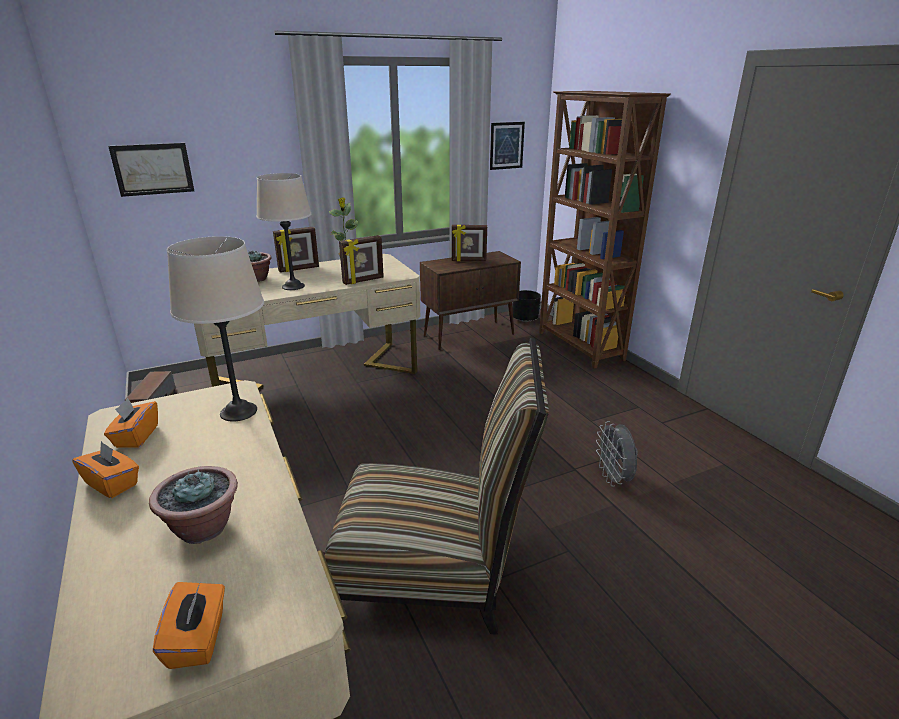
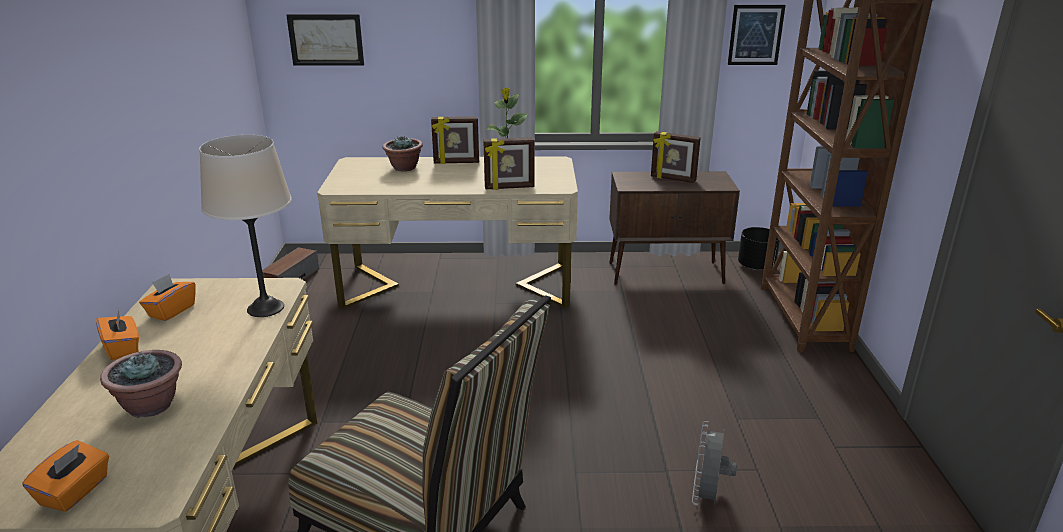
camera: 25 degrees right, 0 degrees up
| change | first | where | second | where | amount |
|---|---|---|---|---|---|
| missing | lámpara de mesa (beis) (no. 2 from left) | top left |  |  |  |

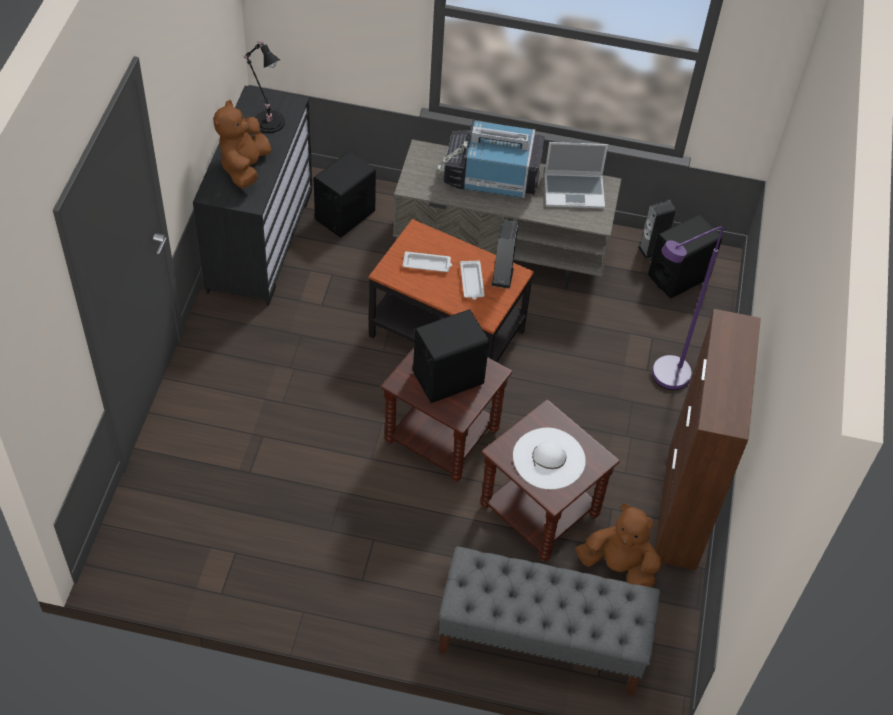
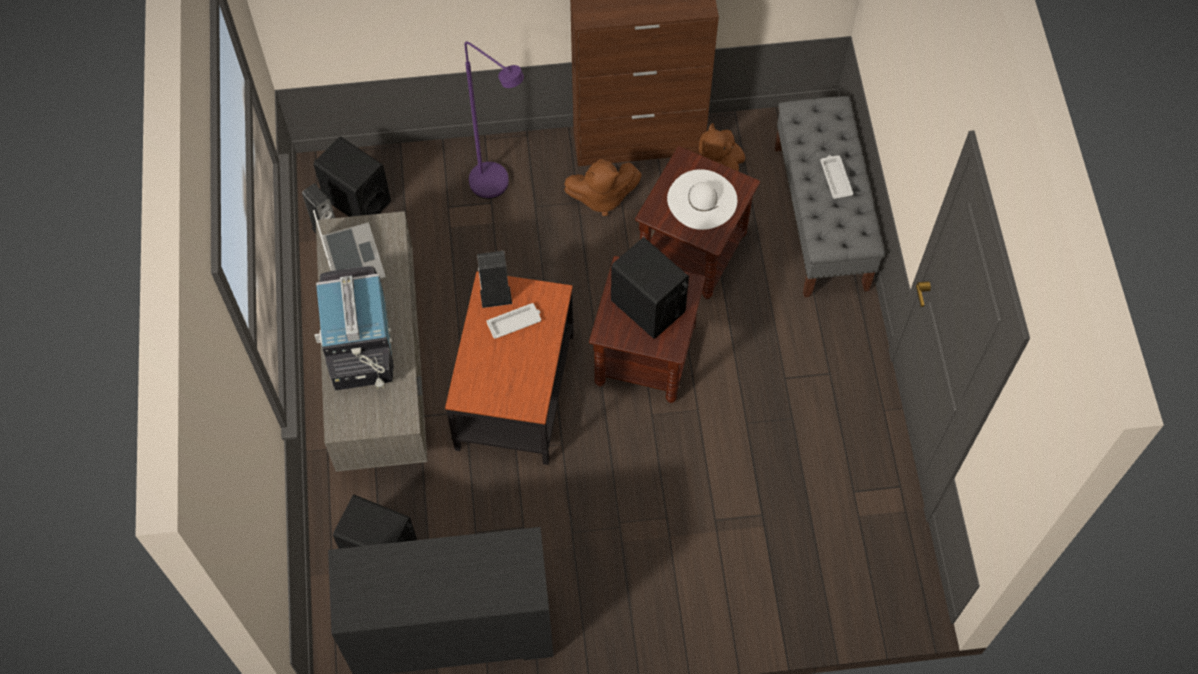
camera: 105 degrees left, 10 degrees up
| change | first | where | second | where | amount |
|---|---|---|---|---|---|
| relocated | peluche (marrón) (no. 1 from left) | top left |  | top centre |  |
| missing | lámpara de mesa (negro) | top left |  |  |  |
| relocated | bandeja (blanco) (no. 1 from left in the first image) | centre | bandeja (blanco) (no. 2 from left) | top right |  |

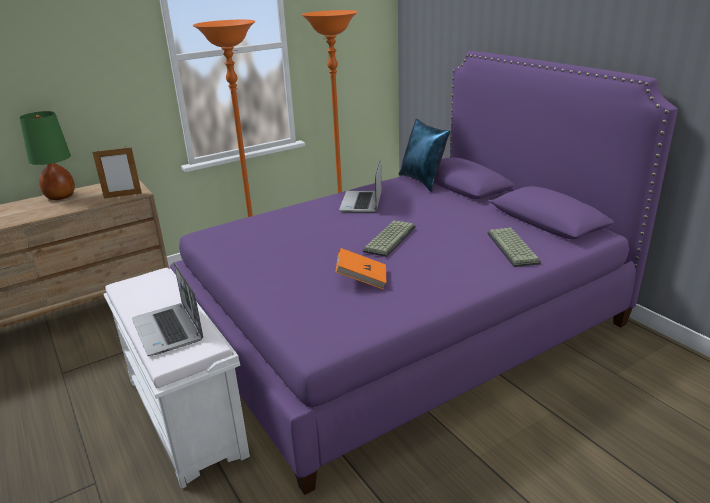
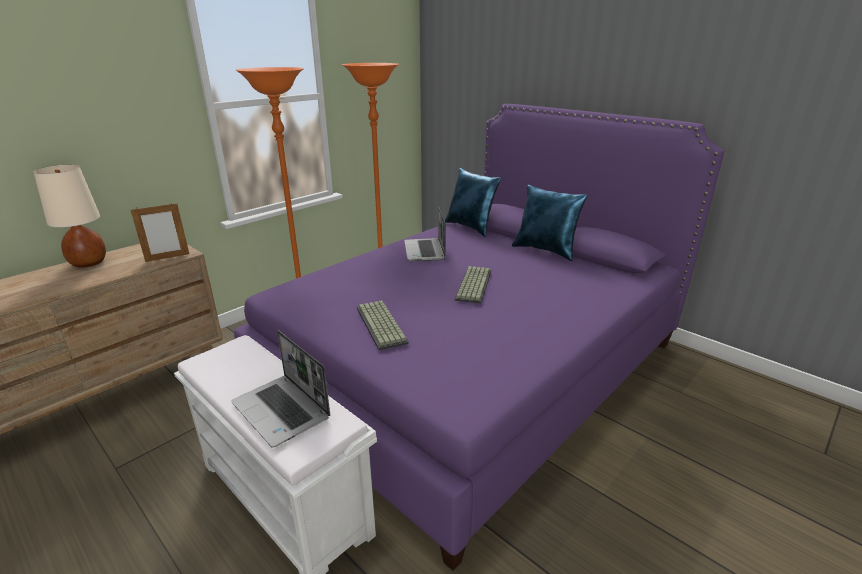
camera: 15 degrees left, 0 degrees up
| change | first | where | second | where | amount |
|---|---|---|---|---|---|
| colour | lámpara de mesa (verde) | top left | lámpara de mesa (beis) | middle left |  |
| missing | libro (naranja) | centre |  |  |  |
| relocated | teclado (no. 2 from left in the first image) | middle right | teclado (no. 1 from left) | centre |  |
| appeared |  |  | cojín (azul) (no. 2 from left) | centre |  |

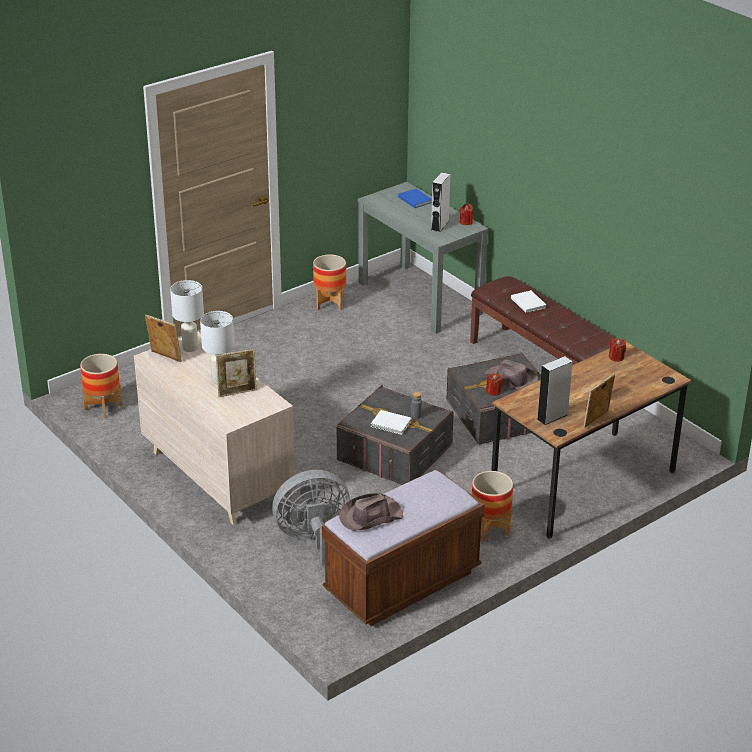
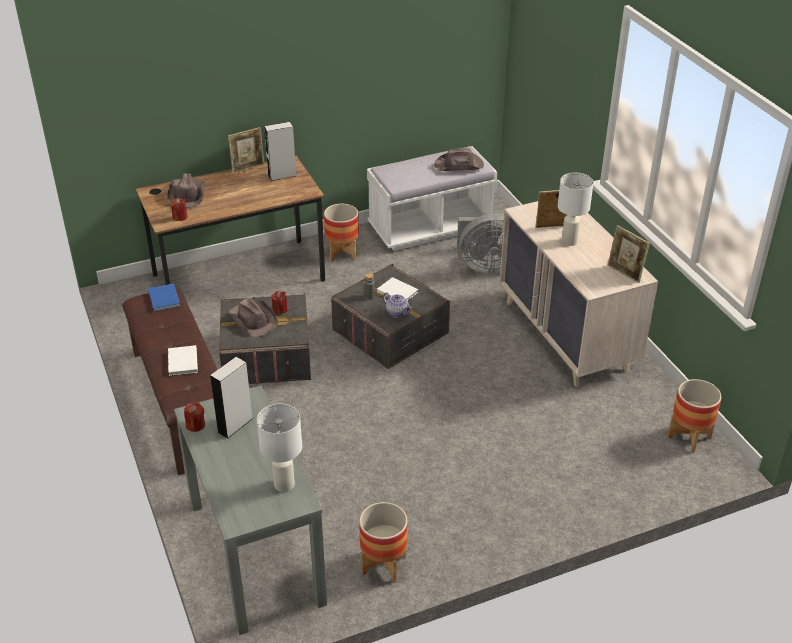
camera: 165 degrees left, 5 degrees up
| change | first | where | second | where | amount |
|---|---|---|---|---|---|
| relocated | lámpara de mesa (blanco) (no. 1 from left) | middle left |  | bottom centre |  |
| colour | banco (marrón) (no. 1 from left) | bottom centre | banco (blanco) | top centre |  |
| relocated | libro (azul) | top centre |  | middle left |  |
| appeared |  |  | sombrero (marrón) (no. 1 from left) | top left |  |
| appeared |  |  | tetera | centre |  |

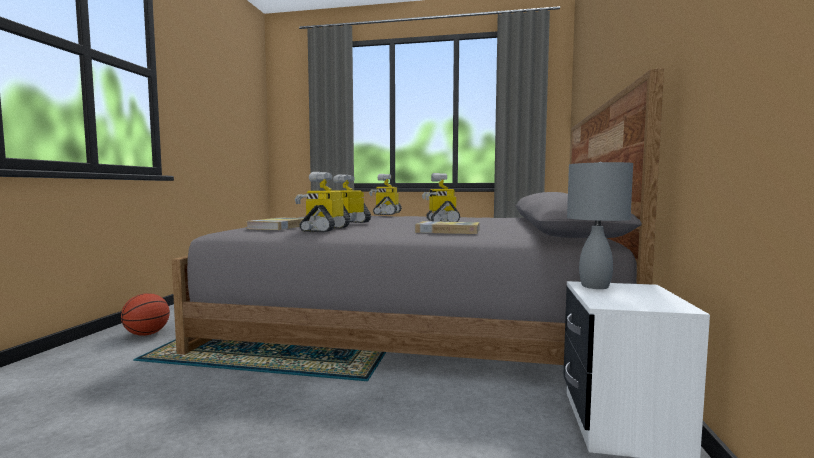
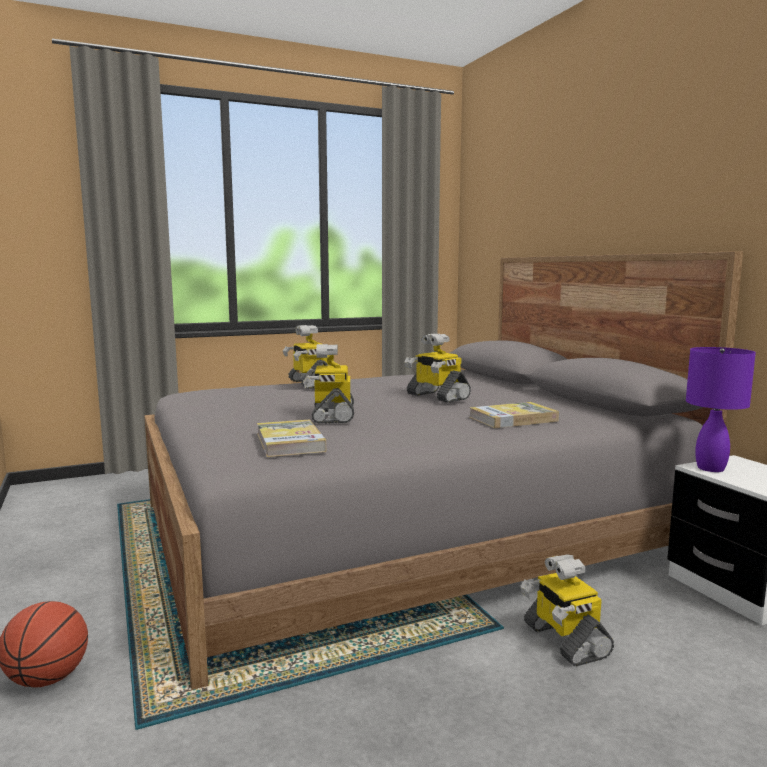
camera: 35 degrees left, 5 degrees up
| change | first | where | second | where | amount |
|---|---|---|---|---|---|
| relocated | robot de juguete (no. 1 from left in the first image) | centre | robot de juguete (no. 4 from left) | bottom right |  |
| colour | lámpara de mesa (gris) | middle right | lámpara de mesa (morado) | middle right |  |

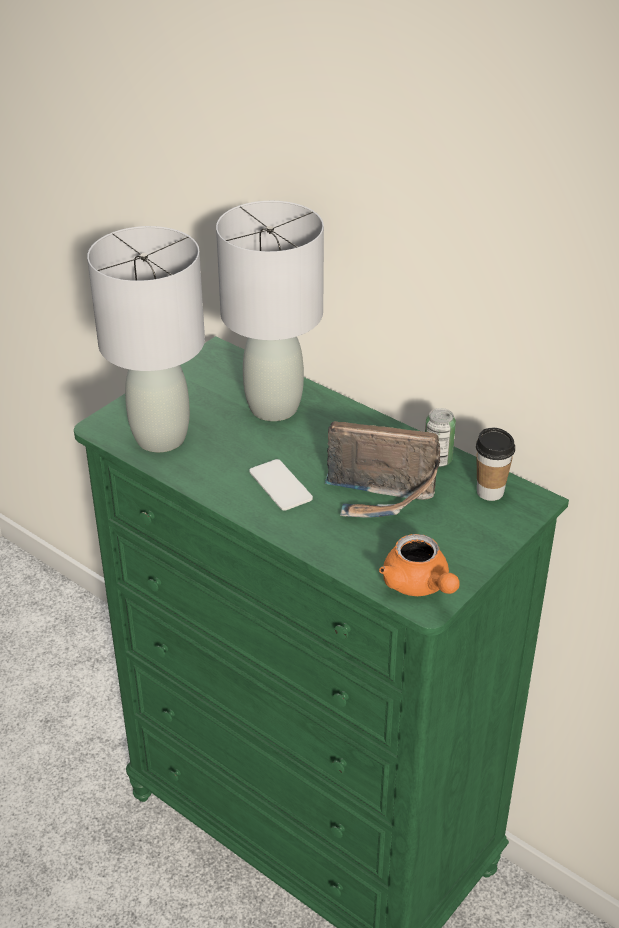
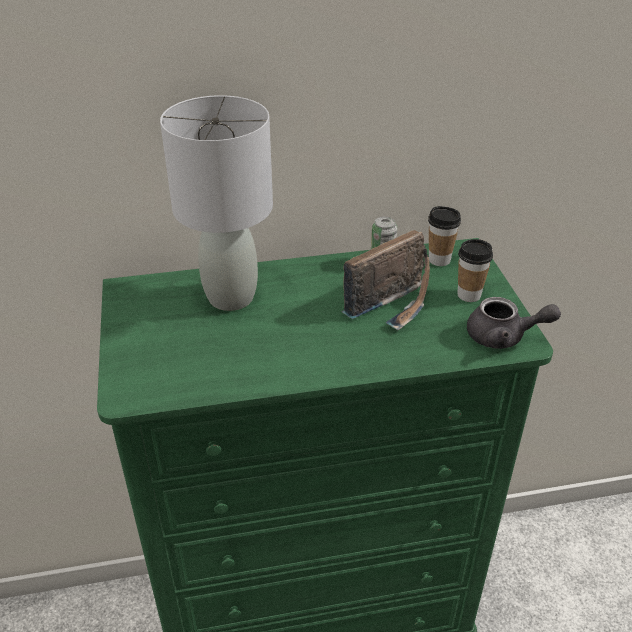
camera: 50 degrees left, 0 degrees up
| change | first | where | second | where | amount |
|---|---|---|---|---|---|
| missing | lámpara de mesa (gris) (no. 1 from left) | middle left |  |  |  |
| missing | móvil | centre |  |  |  |
| colour | tetera (naranja) | middle right | tetera (gris) | middle right |  |
| appeared |  |  | taza (no. 2 from left) | middle right |  |

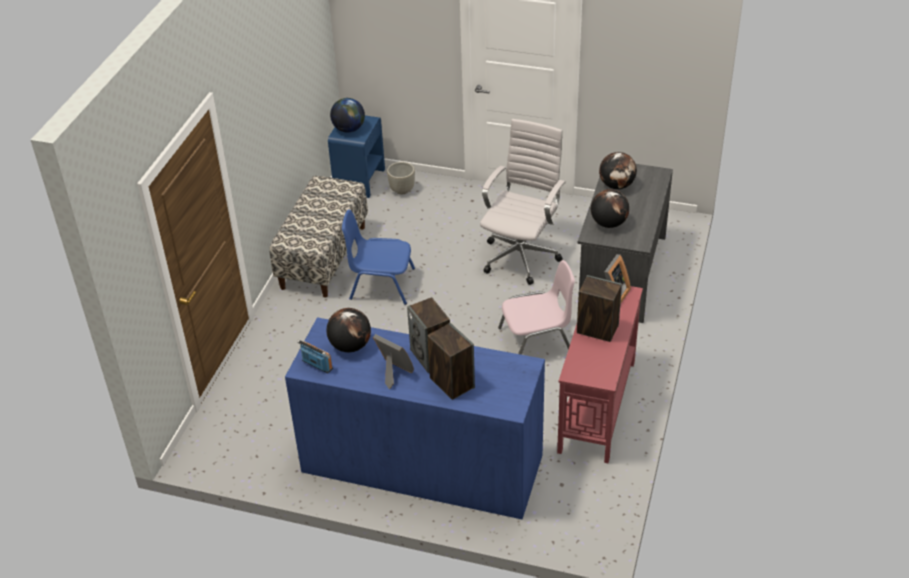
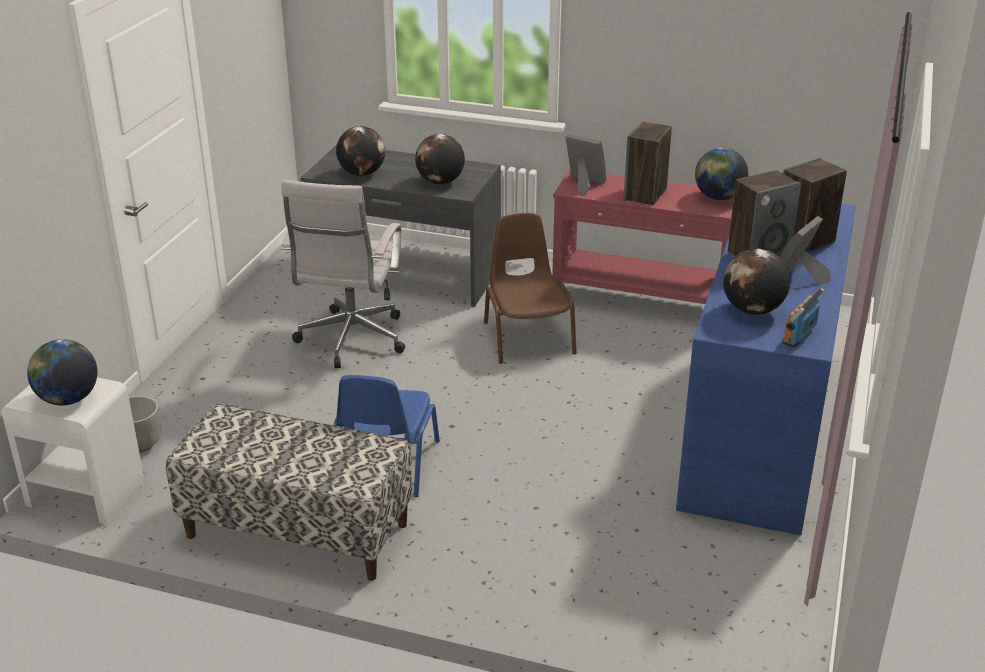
camera: 90 degrees left, 10 degrees down
| change | first | where | second | where | amount |
|---|---|---|---|---|---|
| colour | mesita de noche (azul) | top centre | mesita de noche (blanco) | bottom left |  |
| spun | silla de oficina (blanco) | centre |  | centre | 105 degrees counterclockwise |
| colour | silla (rosa) | centre | silla (marrón) | centre |  |
| appeared |  |  | globo terráqueo (no. 4 from left) | top right |  |

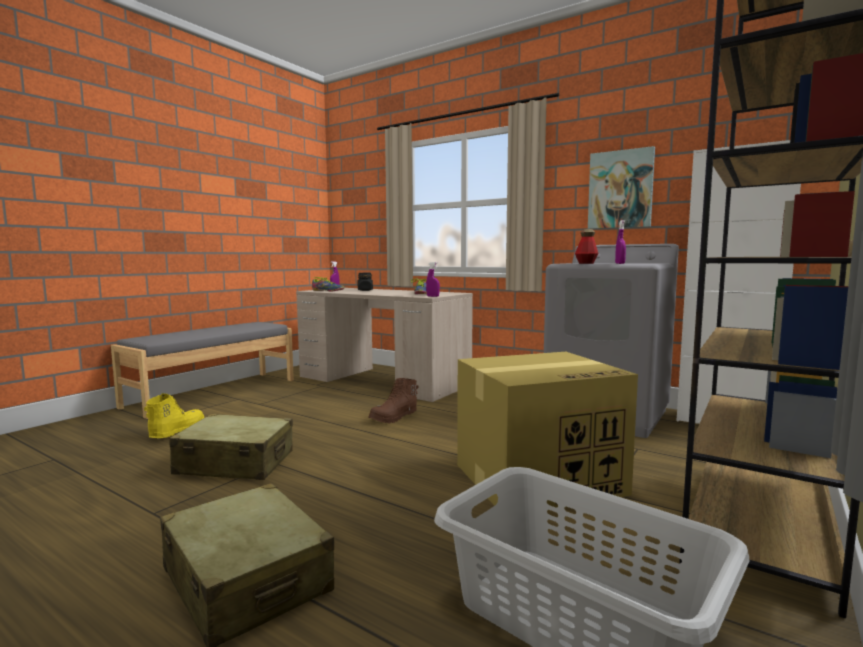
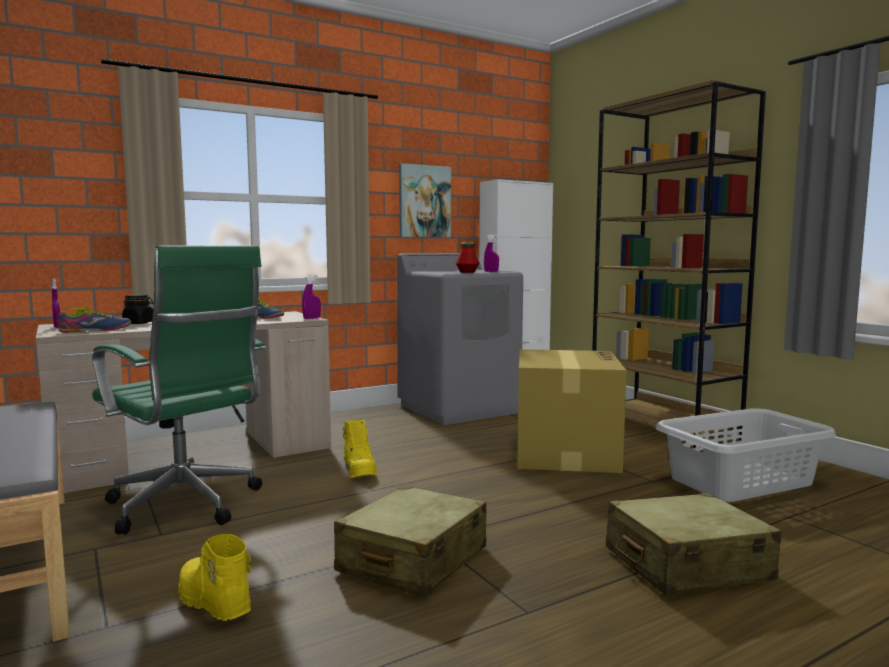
camera: 65 degrees left, 0 degrees up
| change | first | where | second | where | amount |
|---|---|---|---|---|---|
| colour | bota (marrón) | centre | bota (amarillo) (no. 2 from left) | bottom centre |  |
| appeared |  |  | silla de oficina (verde) | middle left |  |

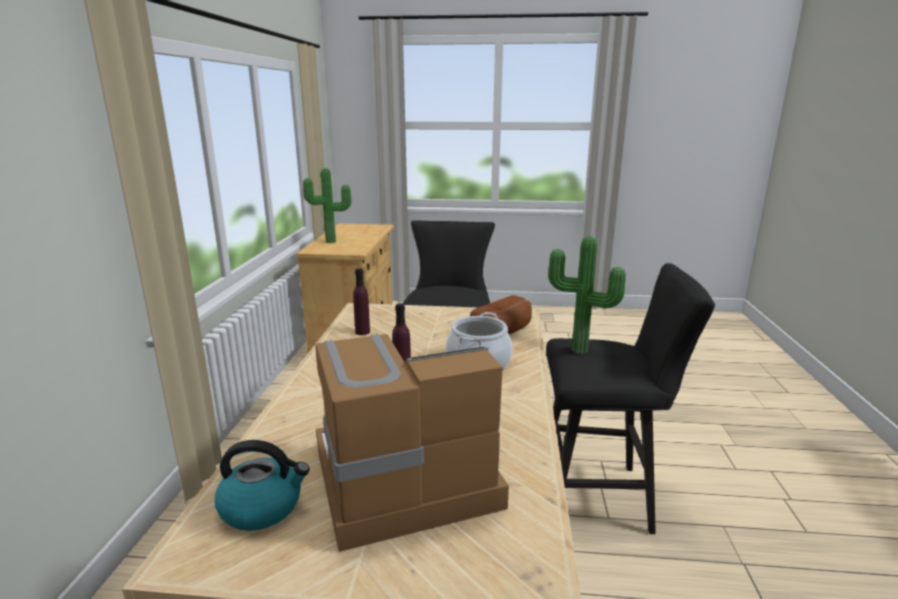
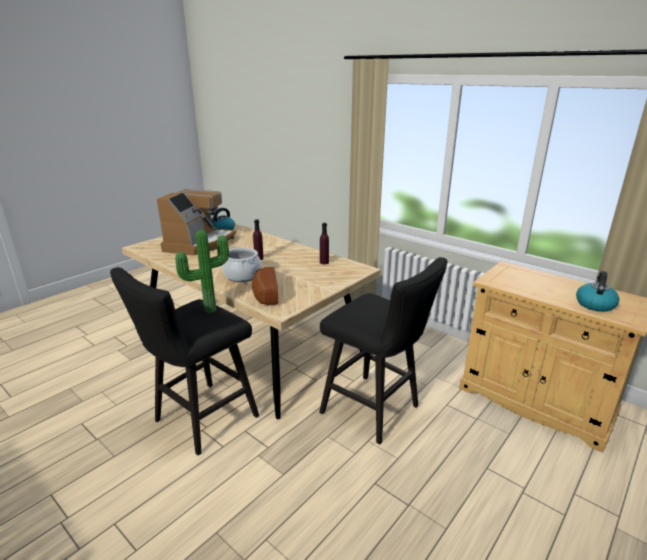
camera: 125 degrees right, 5 degrees up
| change | first | where | second | where | amount |
|---|---|---|---|---|---|
| missing | planta en maceta (no. 1 from left) | centre |  |  |  |
| appeared |  |  | hervidor (no. 2 from left) | middle right |  |

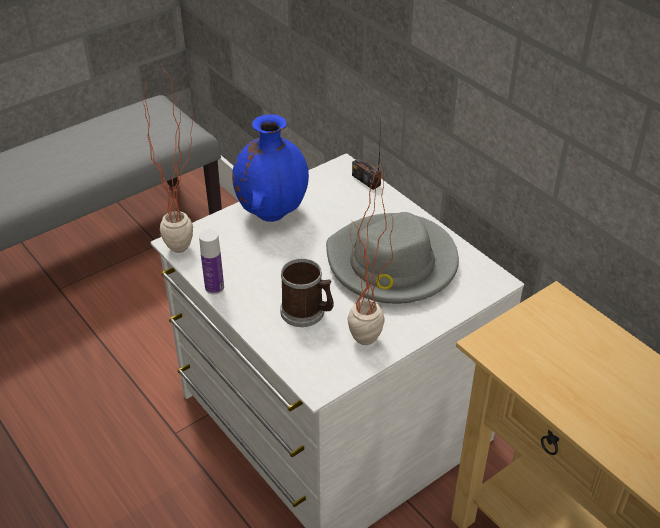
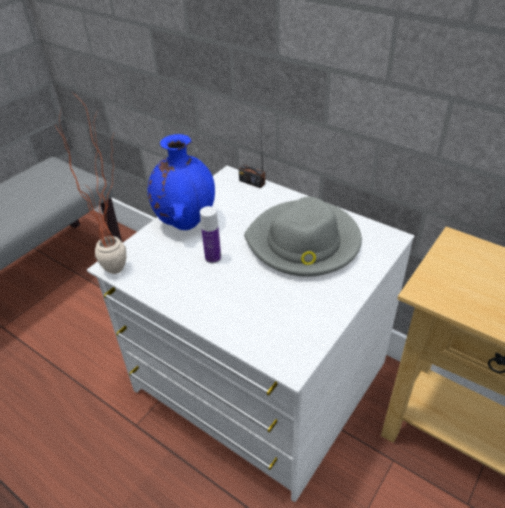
camera: 15 degrees left, 0 degrees up
| change | first | where | second | where | amount |
|---|---|---|---|---|---|
| relocated | botella | middle left |  | centre |  |
| missing | taza grande | centre |  |  |  |
| missing | planta en maceta (no. 2 from left) | centre |  |  |  |

